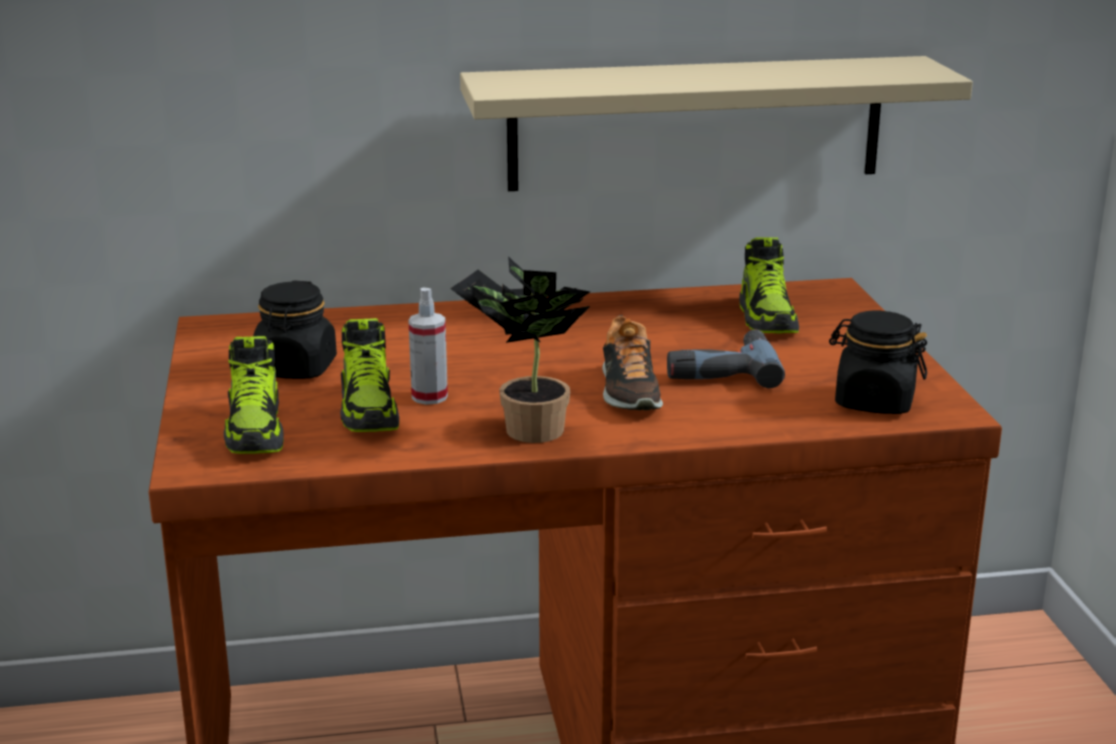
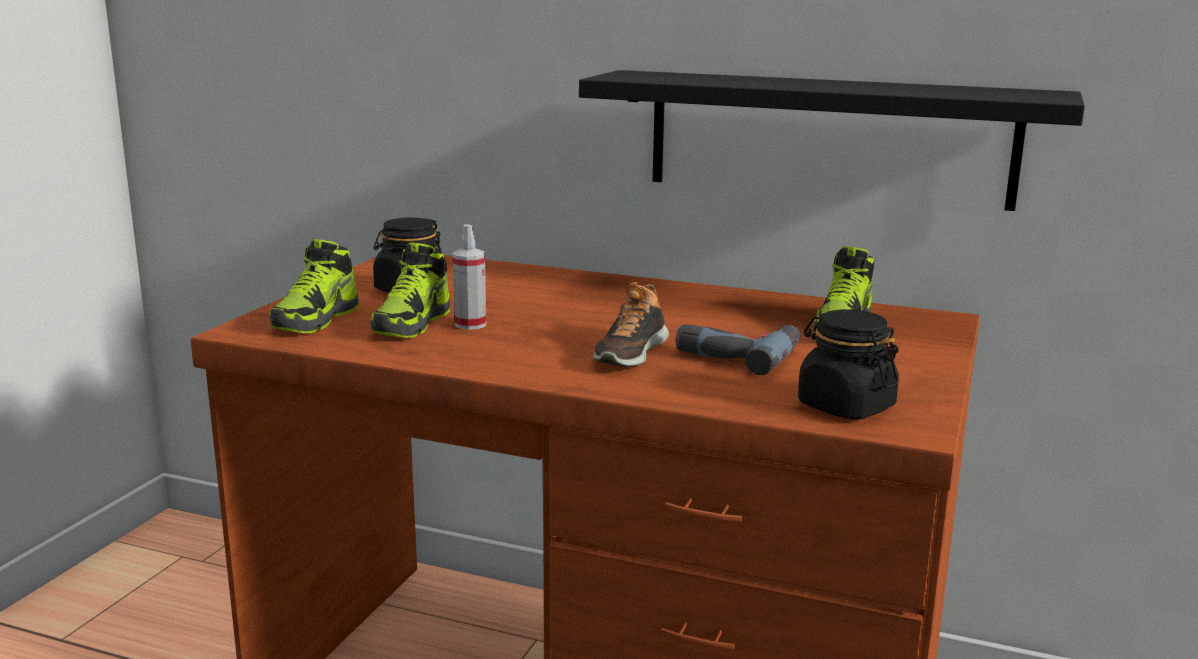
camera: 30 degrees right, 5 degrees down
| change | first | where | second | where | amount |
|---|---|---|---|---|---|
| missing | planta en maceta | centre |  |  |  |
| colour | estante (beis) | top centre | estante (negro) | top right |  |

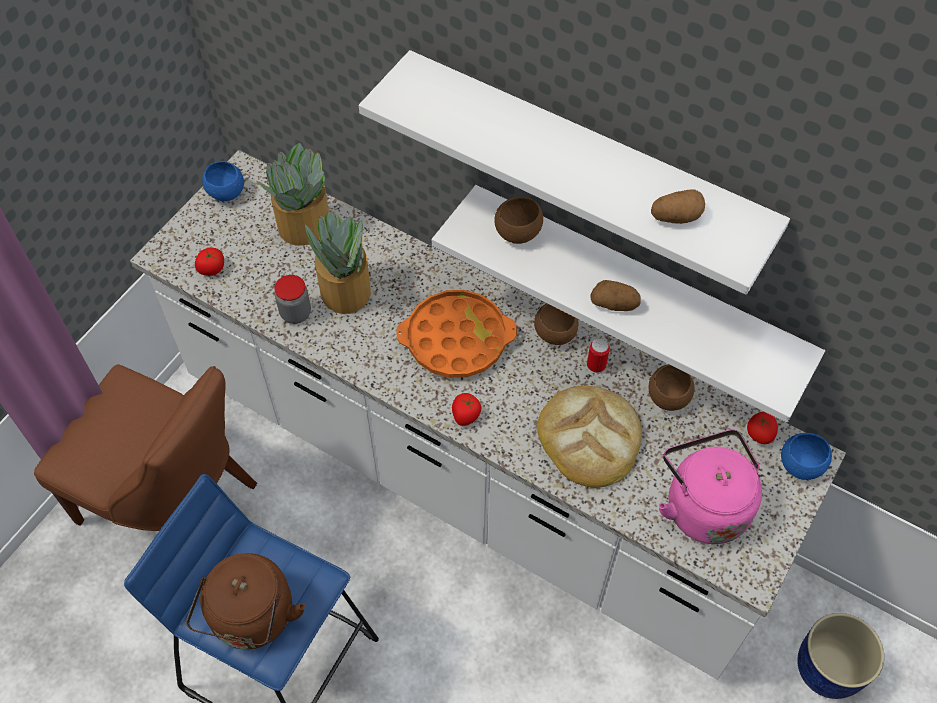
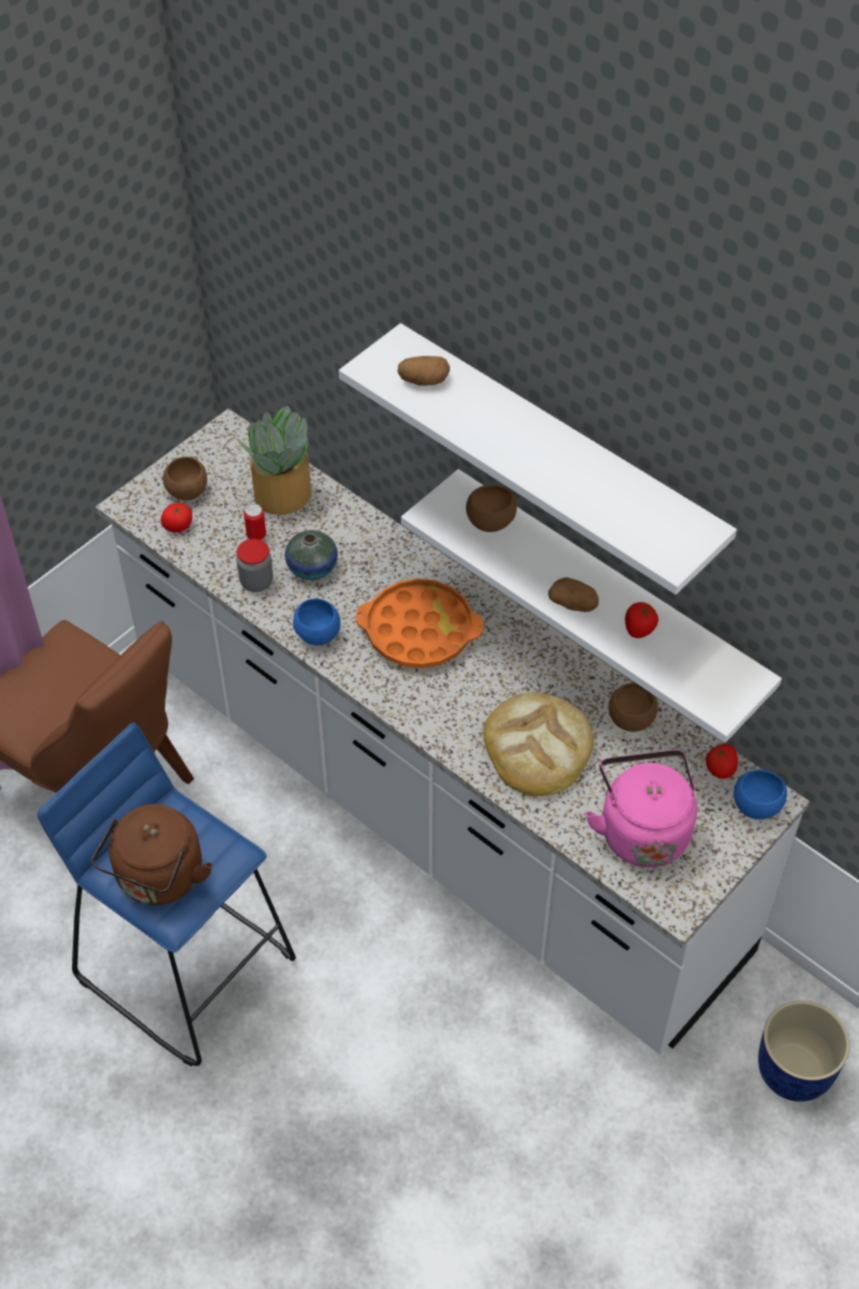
camera: 10 degrees right, 5 degrees down
| change | first | where | second | where | amount |
|---|---|---|---|---|---|
| relocated | cuenco (azul) (no. 1 from left) | top left |  | centre |  |
| exchanged | planta en maceta (no. 2 from left) | centre | florero | centre |  |
| relocated | tomate (no. 2 from left) | centre |  | middle right |  |
| relocated | cuenco (marrón) (no. 2 from left in the first image) | centre | cuenco (marrón) (no. 1 from left) | middle left |  |
| relocated | lata | centre |  | middle left |  |
| relocated | patata (no. 2 from left in the first image) | top right | patata (no. 1 from left) | top centre |  |

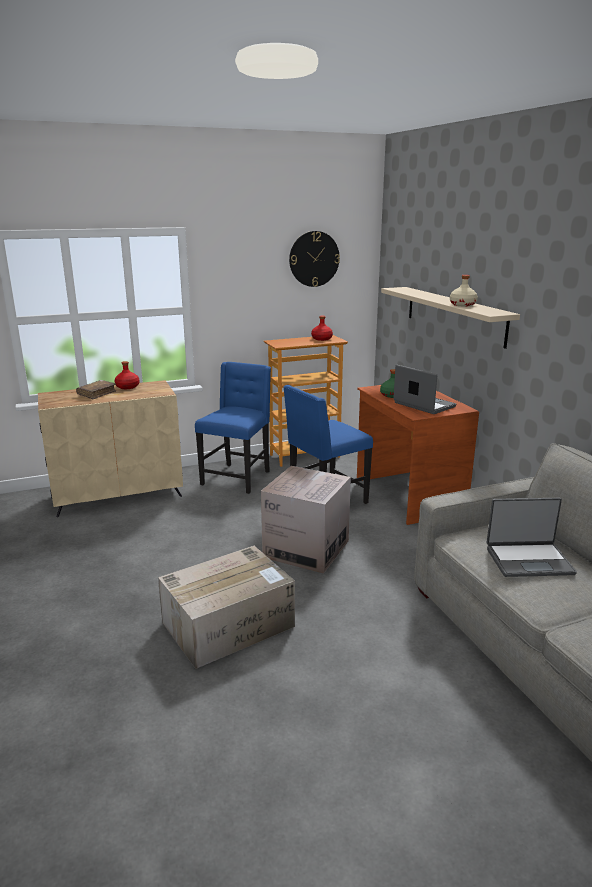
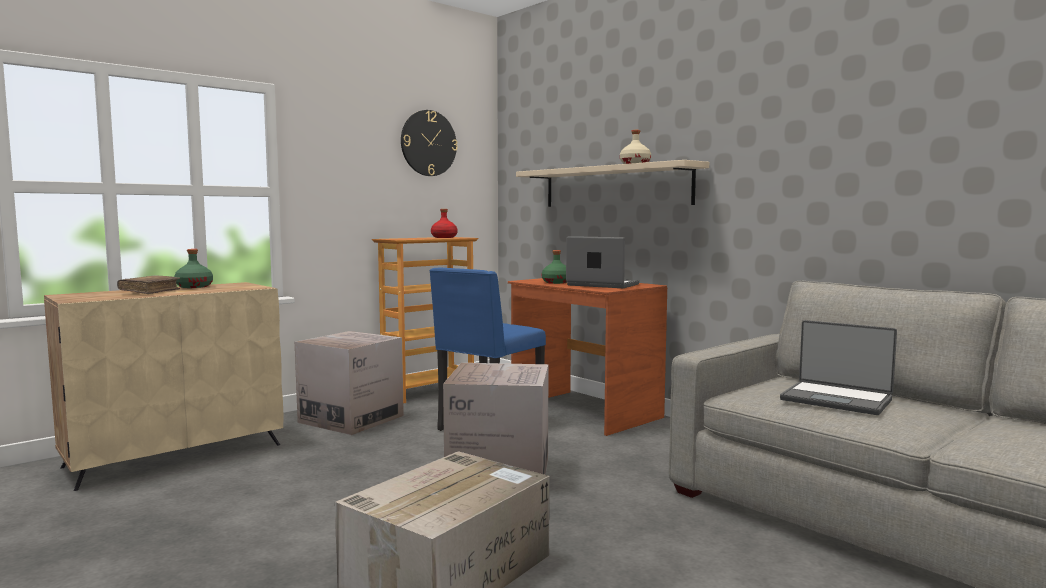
camera: 20 degrees left, 15 degrees down
| change | first | where | second | where | amount |
|---|---|---|---|---|---|
| colour | botella (rojo) (no. 1 from left) | middle left | botella (verde) (no. 1 from left) | middle left |  |
| exchanged | silla (azul) (no. 1 from left) | centre | caja de cartón (no. 1 from left) | centre |  |
| spun | portátil (no. 2 from left) | middle right |  | middle right | 60 degrees clockwise |

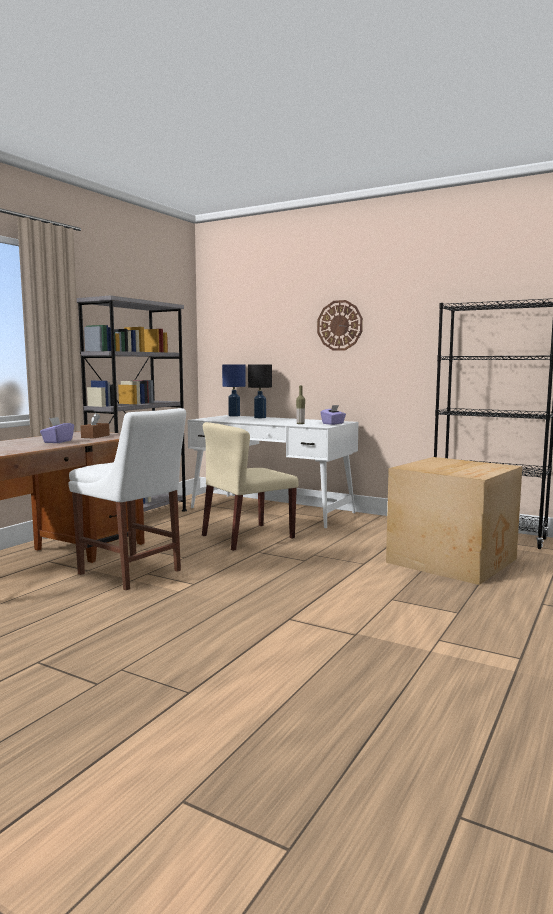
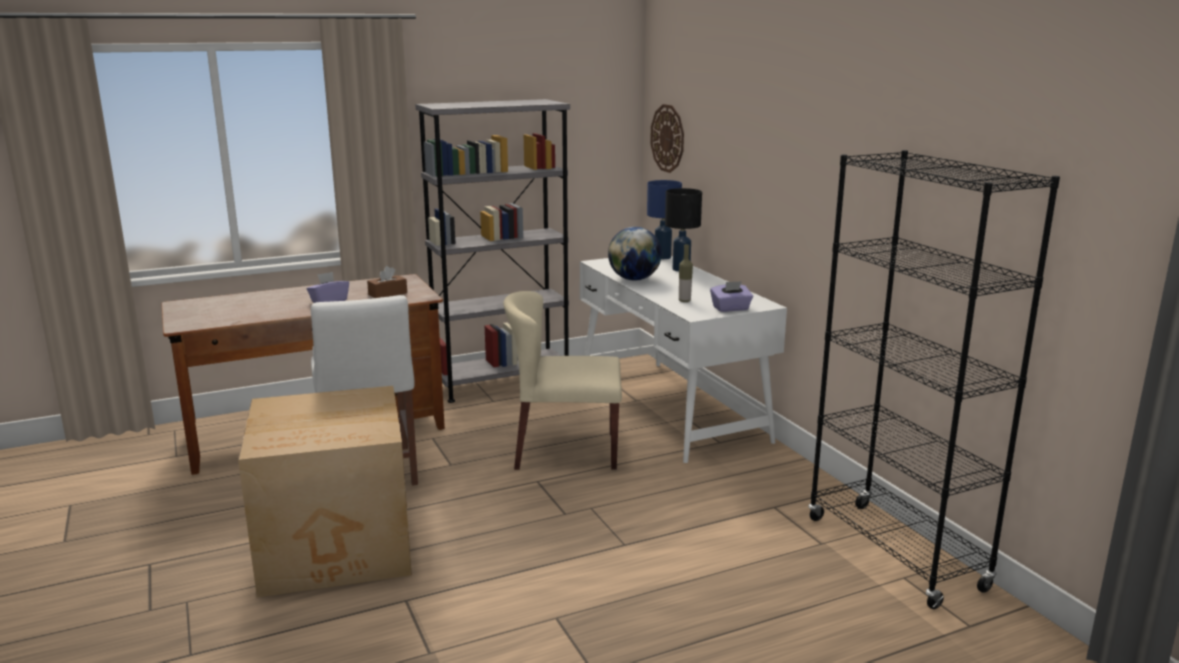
camera: 35 degrees right, 10 degrees up
| change | first | where | second | where | amount |
|---|---|---|---|---|---|
| relocated | reloj de pared | centre |  | top centre |  |
| relocated | caja de cartón | middle right |  | bottom left |  |
| appeared |  |  | globo terráqueo | centre |  |

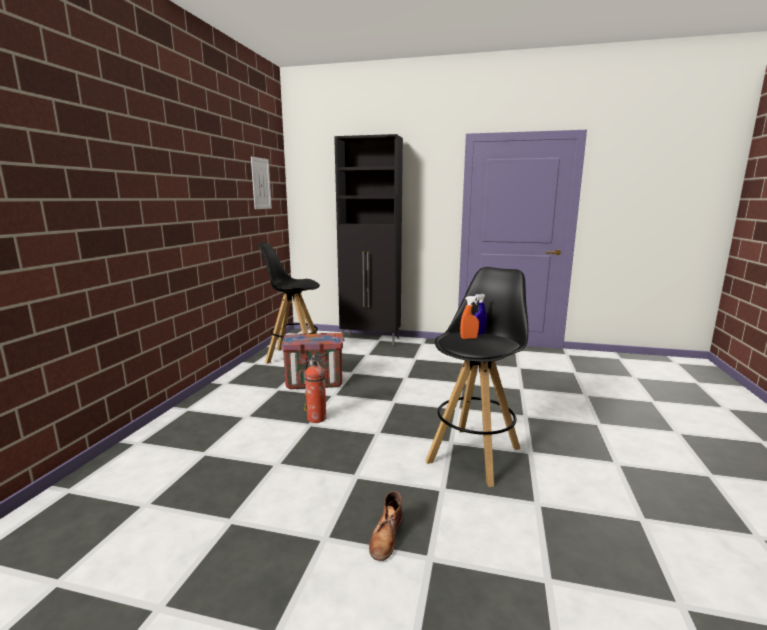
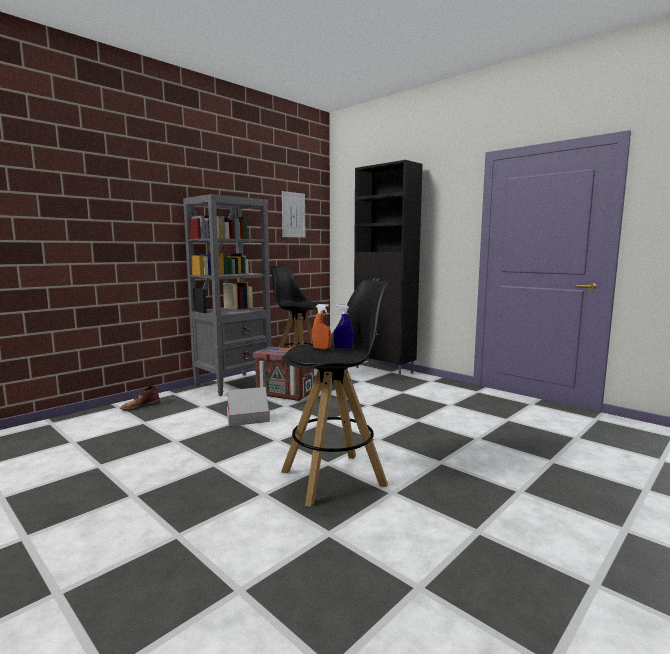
camera: 30 degrees right, 5 degrees down
| change | first | where | second | where | amount |
|---|---|---|---|---|---|
| exchanged | extintor | centre | caja de cartón | centre |  |
| relocated | bota (marrón) | bottom centre |  | middle left |  |
| appeared |  |  | estantería (gris) | centre |  |

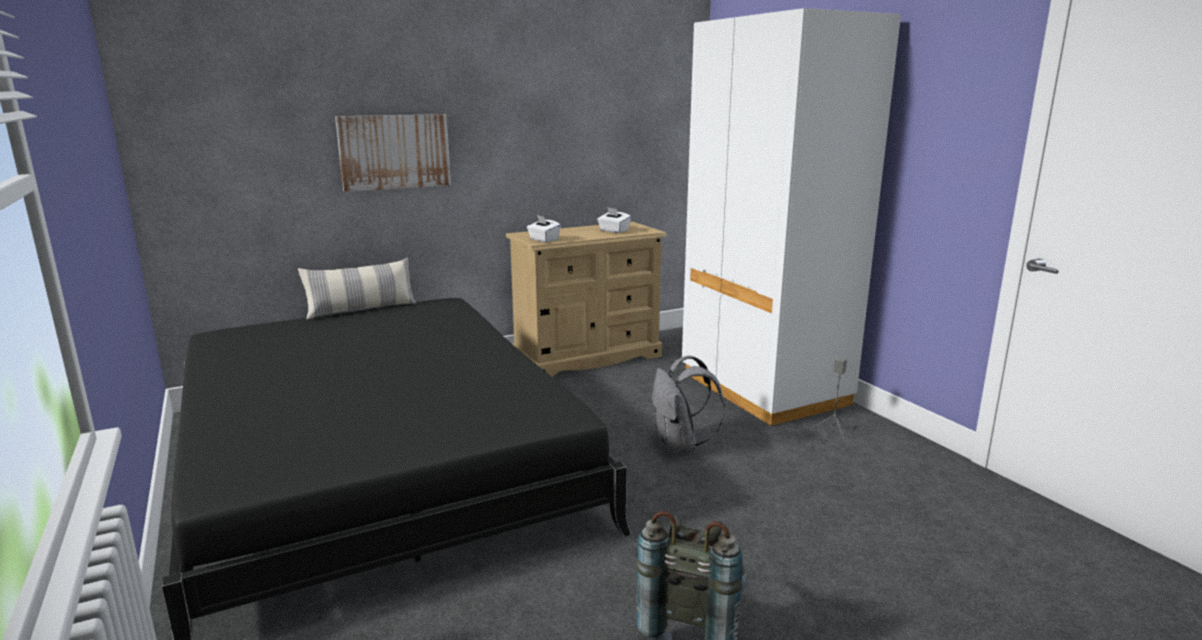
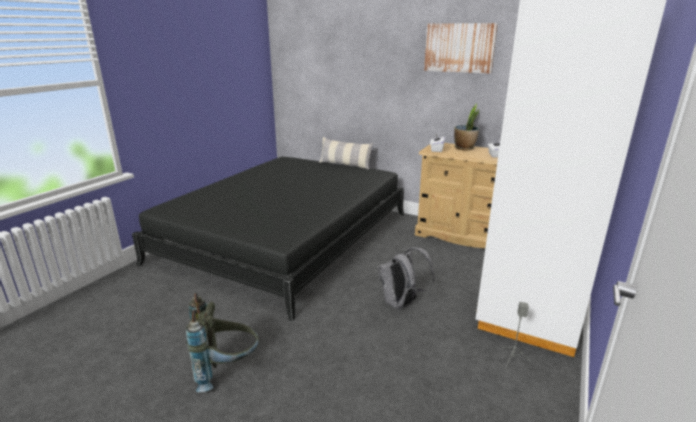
camera: 55 degrees right, 5 degrees up
| change | first | where | second | where | amount |
|---|---|---|---|---|---|
| relocated | cuadro | top left |  | top centre |  |
| appeared |  |  | planta en maceta | top right |  |

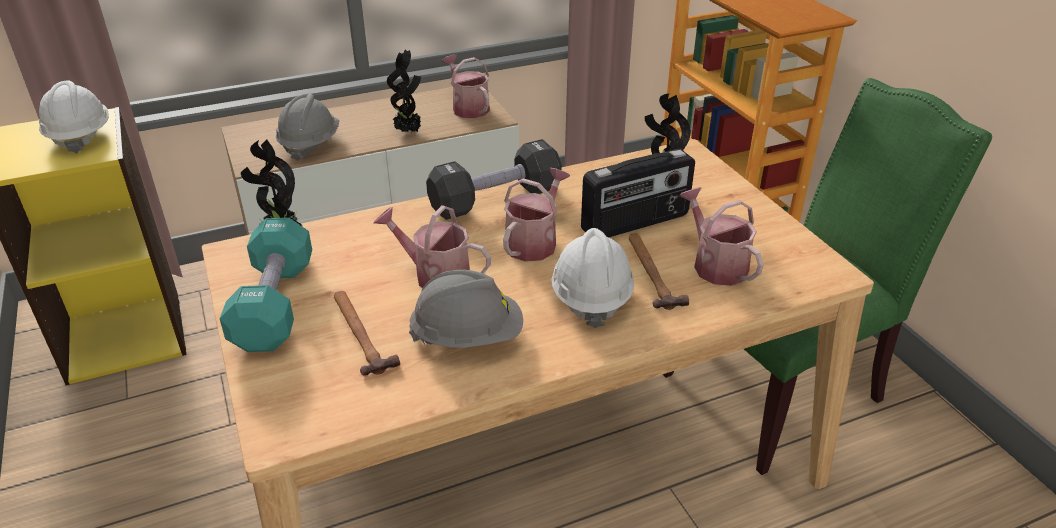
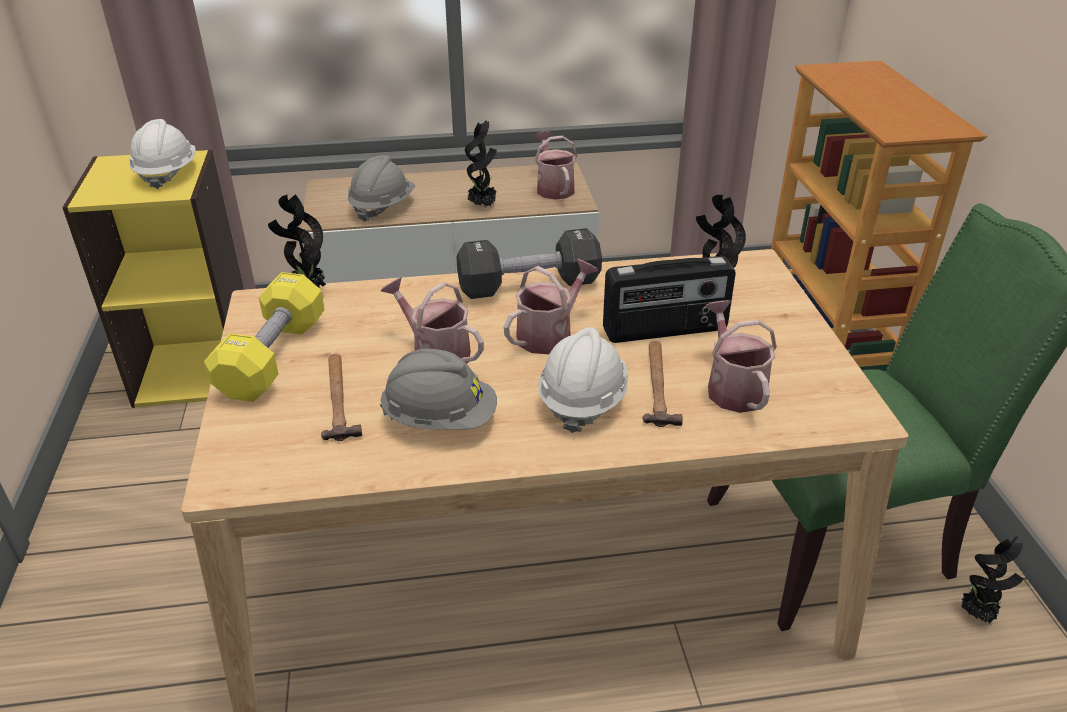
camera: 15 degrees right, 0 degrees up
| change | first | where | second | where | amount |
|---|---|---|---|---|---|
| colour | mancuerna (turquesa) | middle left | mancuerna (amarillo) | middle left |  |
| appeared |  |  | planta en maceta (no. 4 from left) | bottom right |  |

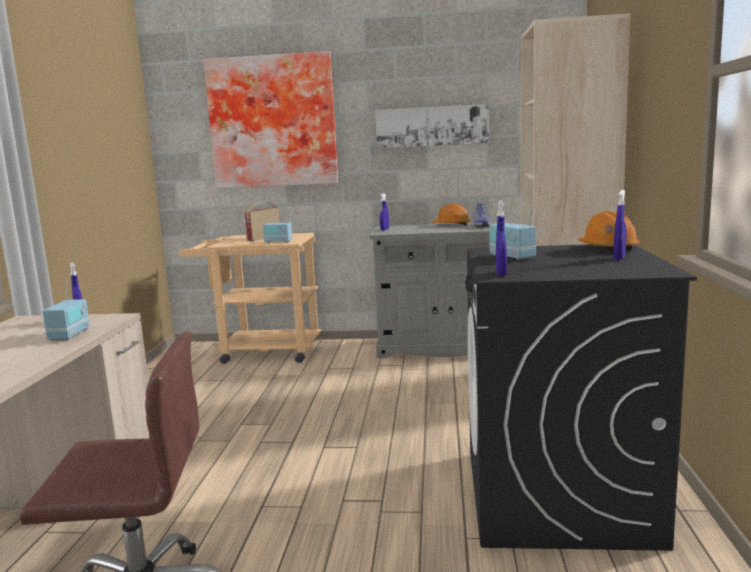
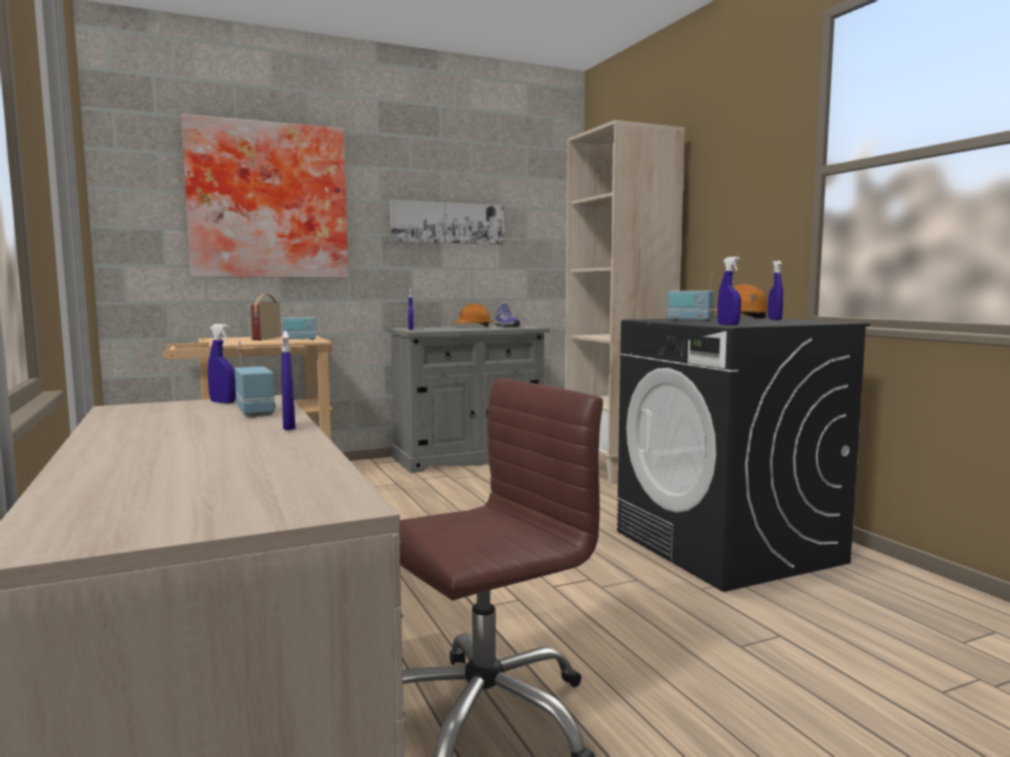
camera: 30 degrees left, 5 degrees down
| change | first | where | second | where | amount |
|---|---|---|---|---|---|
| appeared |  |  | pulverizador (azul) (no. 2 from left) | middle left |  |

